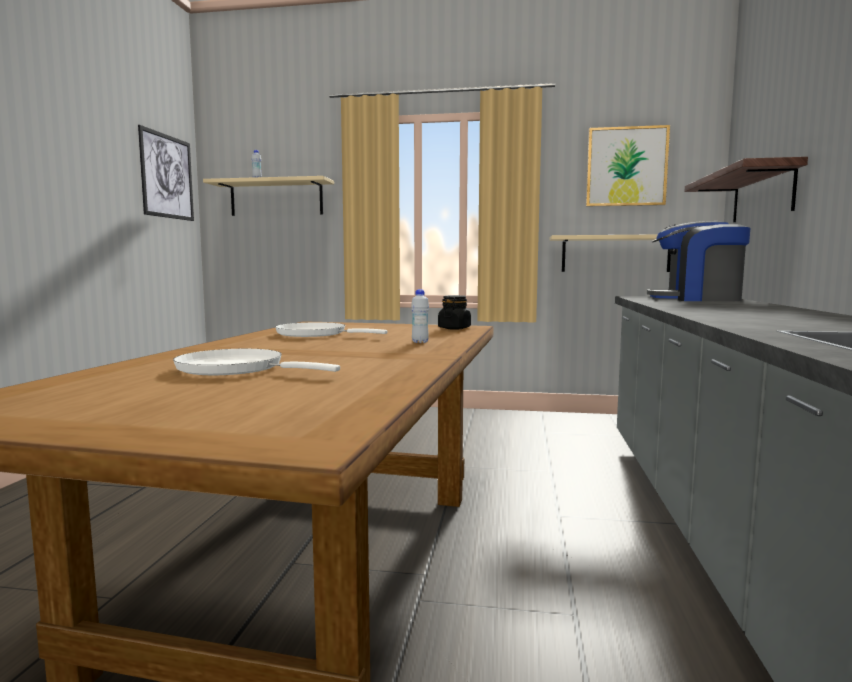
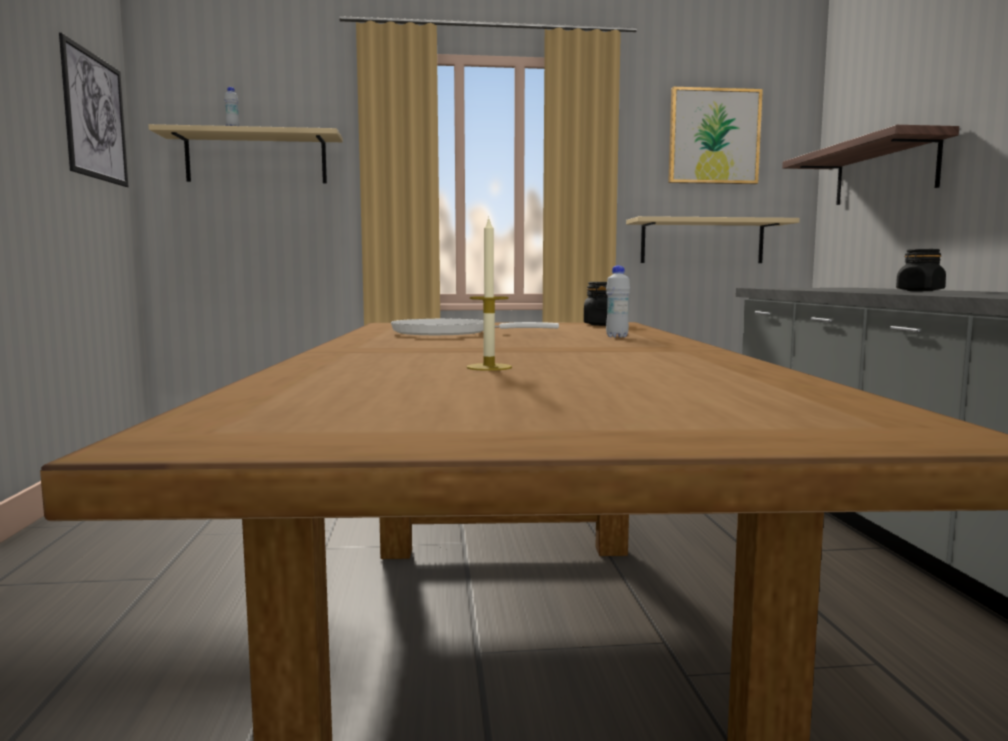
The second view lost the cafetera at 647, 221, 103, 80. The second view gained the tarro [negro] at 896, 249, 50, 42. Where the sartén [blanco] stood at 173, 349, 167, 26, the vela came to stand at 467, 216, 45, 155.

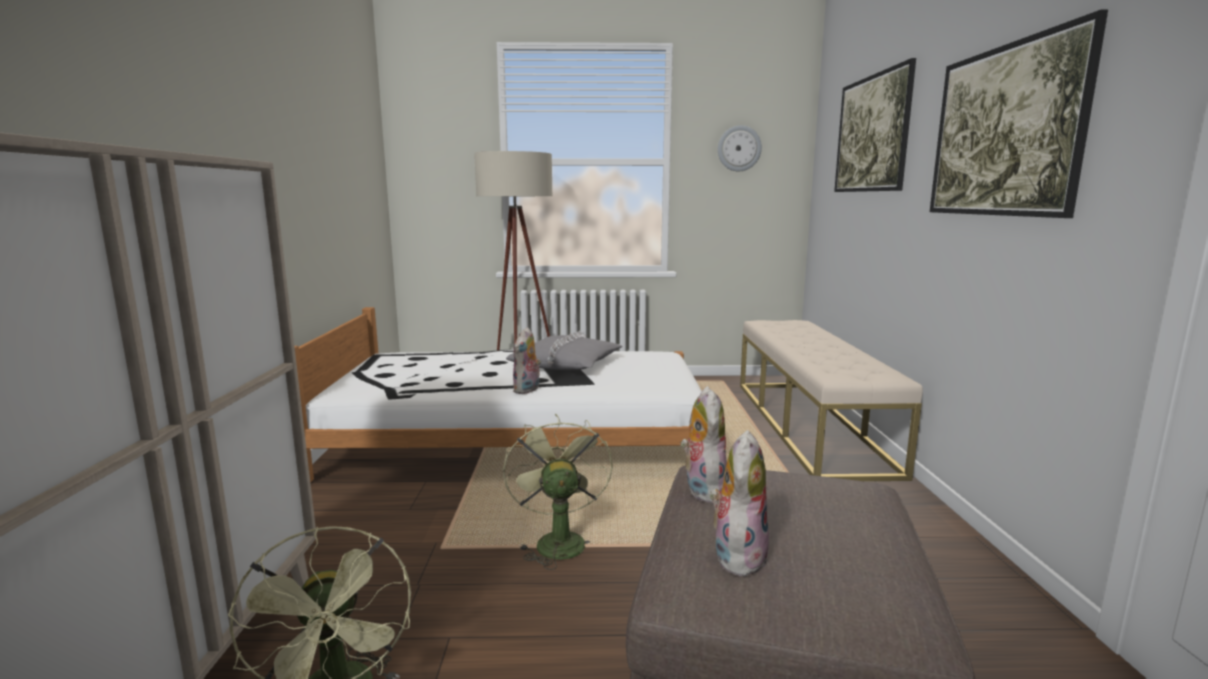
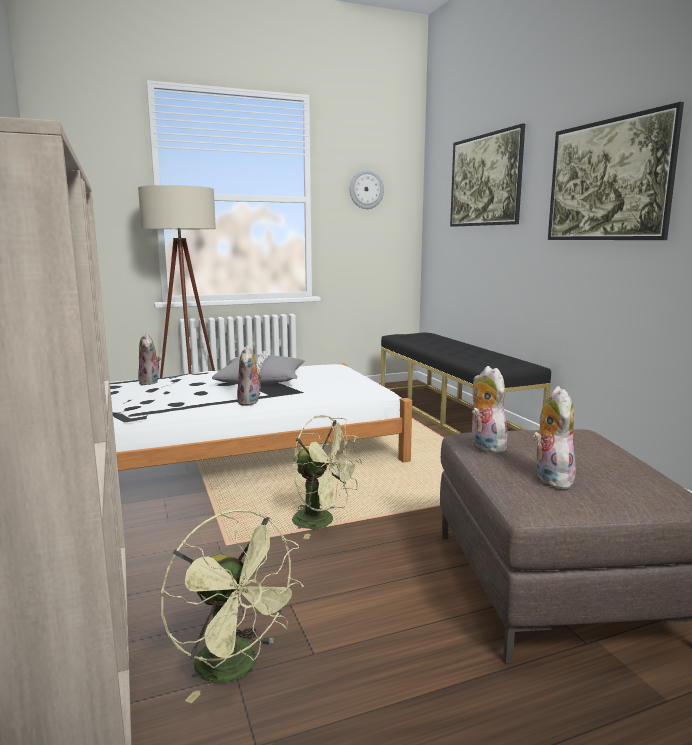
The second view gained the peluche at 138, 332, 23, 54. What was the banco [beis] at 740, 320, 183, 161 turned into the banco [negro] at 381, 333, 170, 101. The ventilador [verde] at 503, 414, 110, 156 ended up facing another way, 150 degrees clockwise from before.

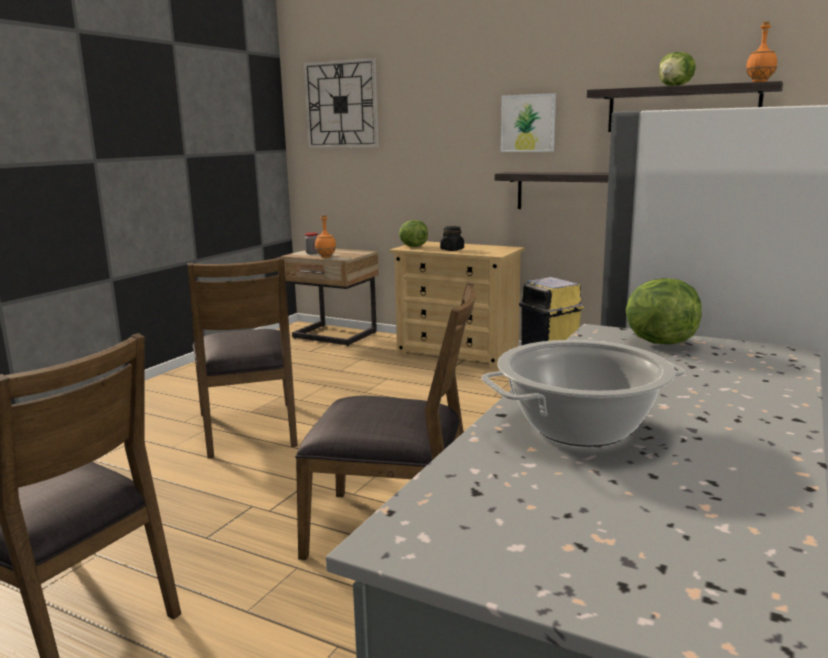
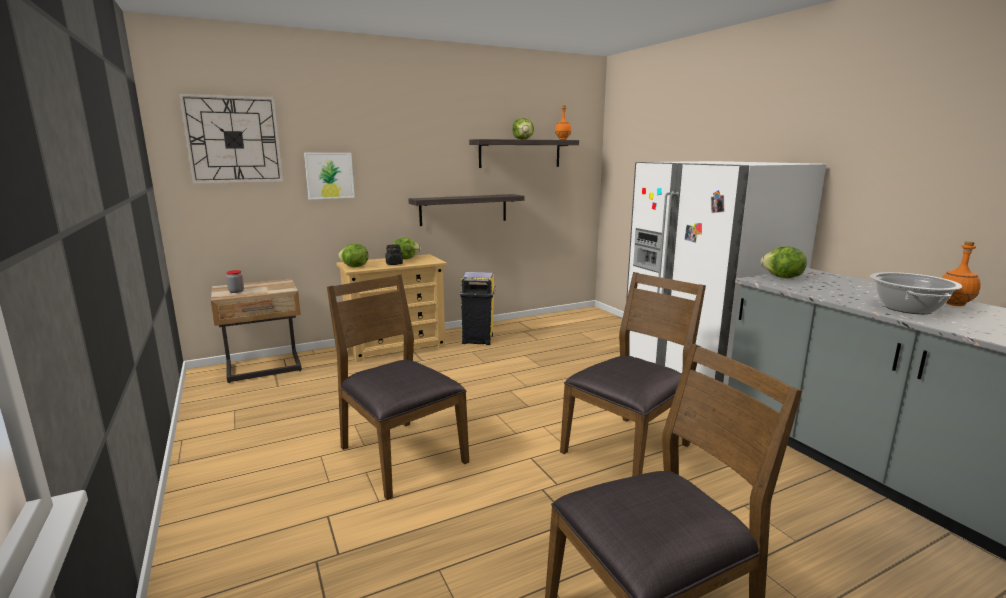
The second view gained the lechuga at 393, 238, 28, 21. The botella [naranja] ended up elsewhere, having gone from 315, 215, 21, 43 to 942, 241, 39, 65. The cuadro ended up elsewhere, having gone from 501, 93, 55, 59 to 304, 153, 51, 46. The silla [marrón] at 187, 257, 111, 201 ended up facing another way, 150 degrees counterclockwise from before.

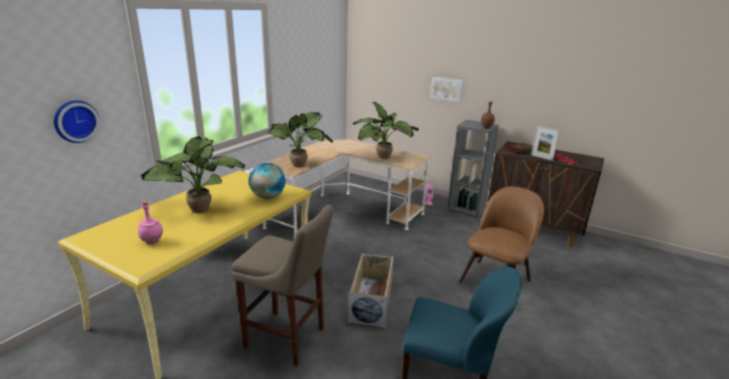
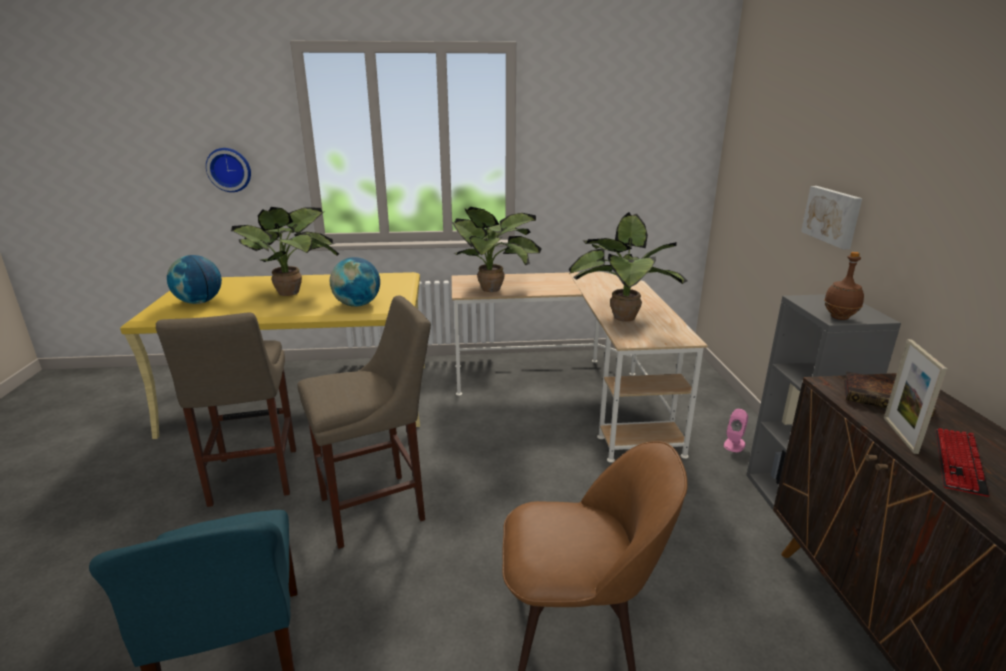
Where the botella [rosa] stood at 138, 201, 25, 43, the globo terráqueo came to stand at 167, 255, 55, 49. Where the caja de almacenaje [beis] stood at 348, 253, 46, 75, the taburete [beis] came to stand at 297, 295, 134, 254.

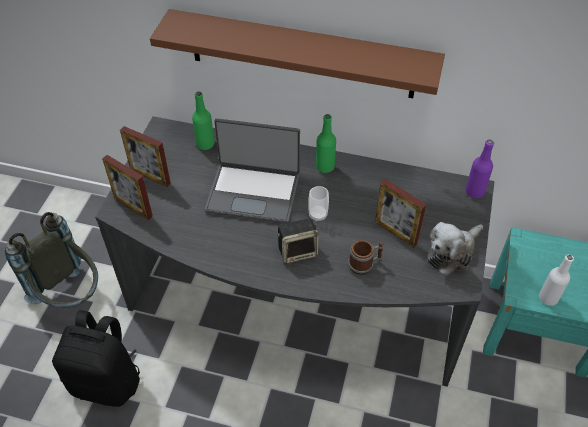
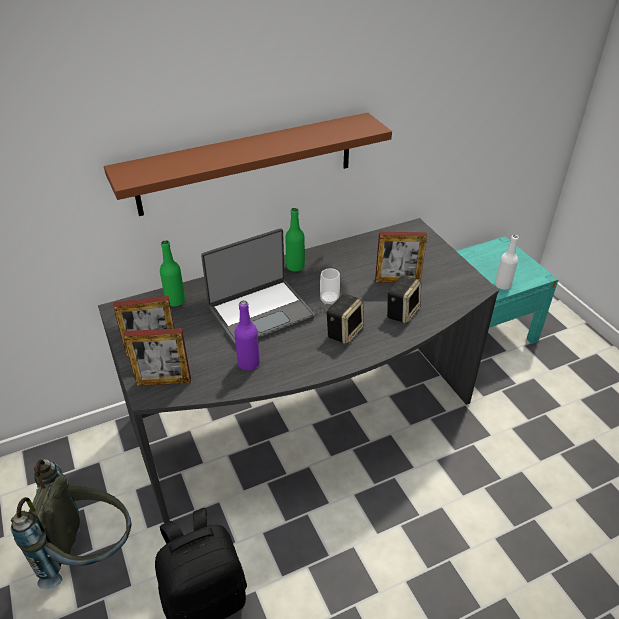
The second view lost the peluche at 427, 222, 56, 54. The botella [morado] ended up elsewhere, having gone from 465, 139, 29, 59 to 234, 301, 26, 70. Where the taza grande stood at 348, 240, 36, 35, the altavoz came to stand at 387, 275, 34, 49.

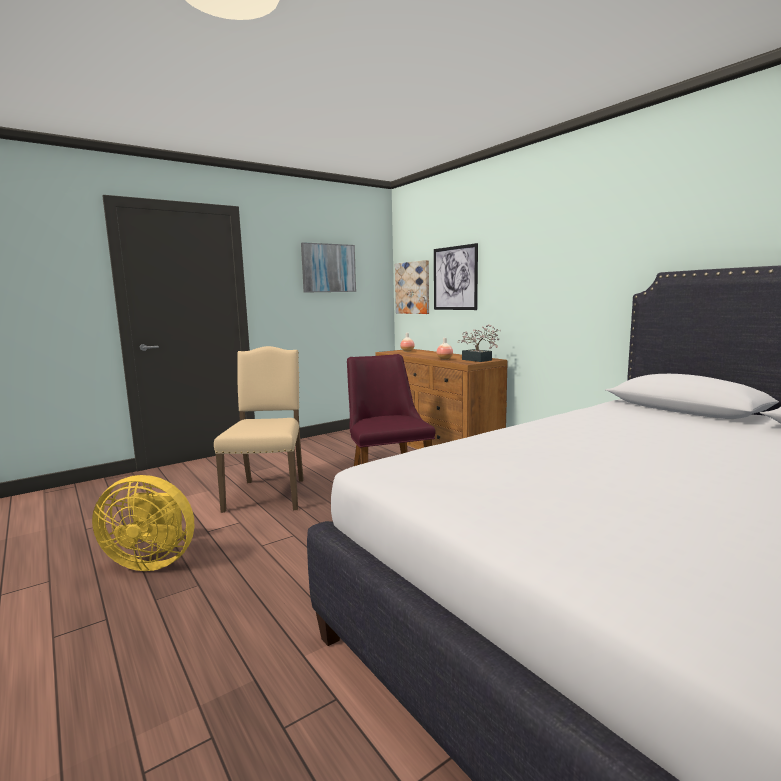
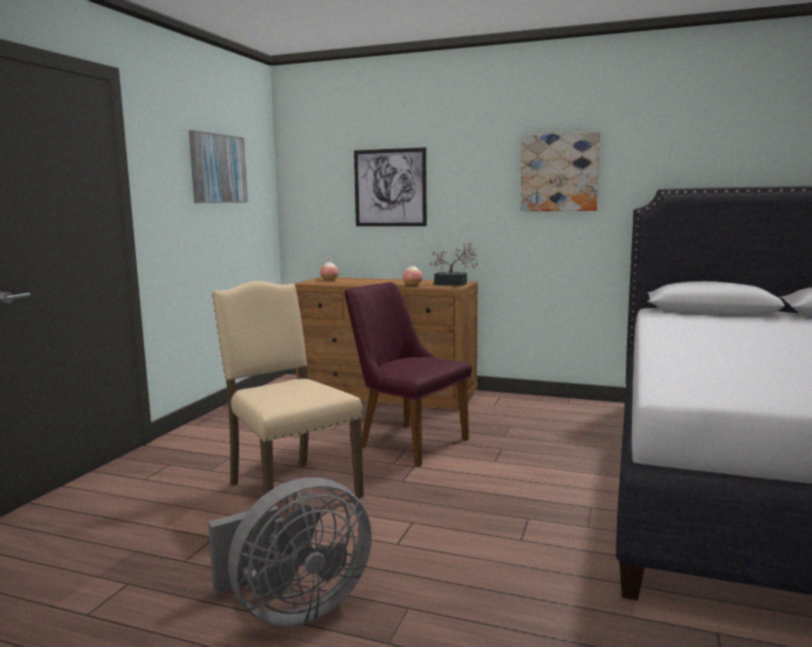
The cuadro ended up elsewhere, having gone from 395, 260, 34, 54 to 520, 132, 80, 79. What was the ventilador [amarillo] at 92, 475, 102, 96 turned into the ventilador [gris] at 208, 477, 164, 150.

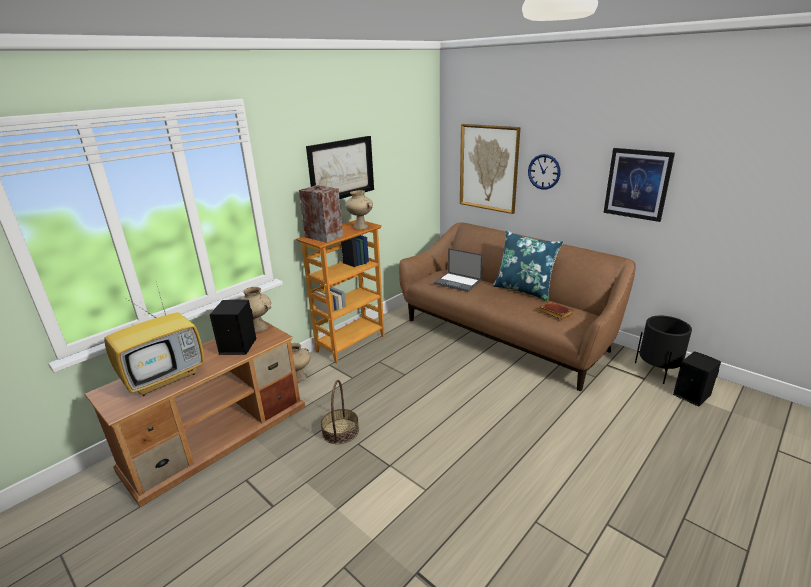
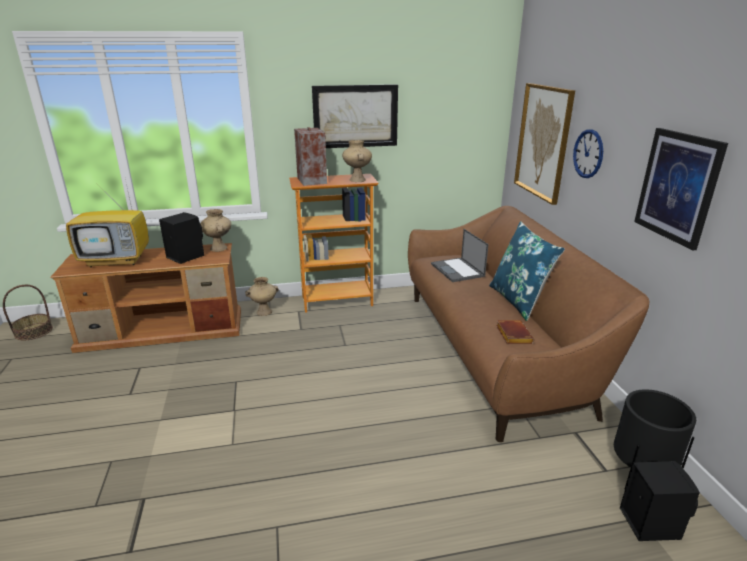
The cesta ended up elsewhere, having gone from 321, 380, 38, 64 to 3, 285, 50, 55.

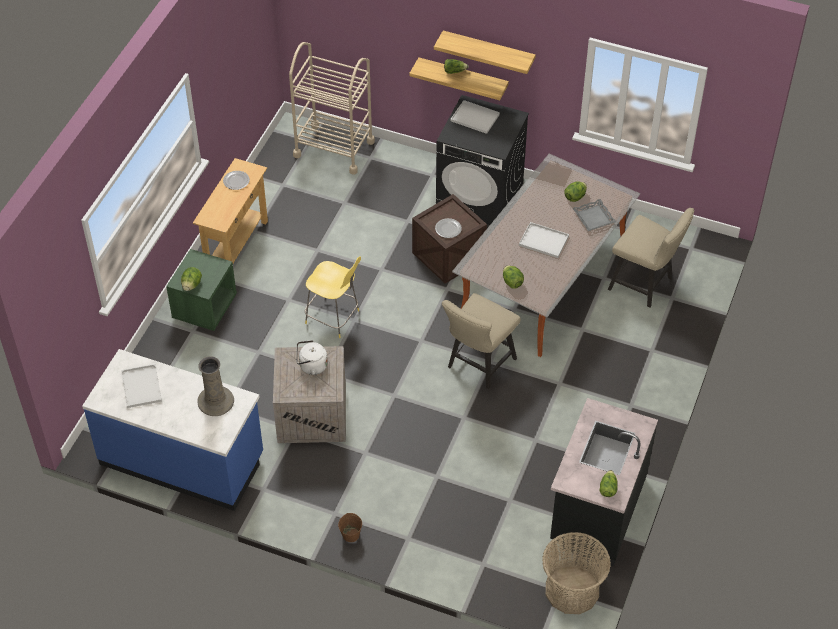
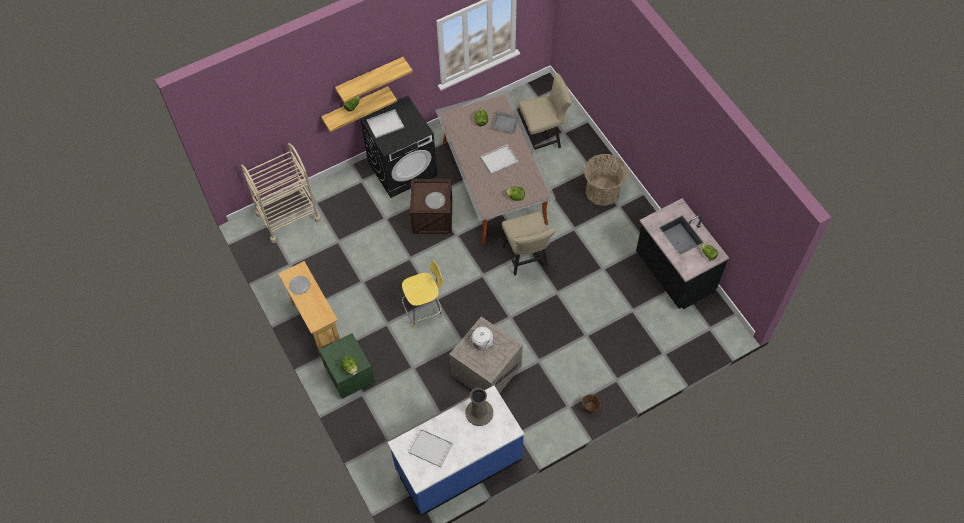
The cesta ended up elsewhere, having gone from 542, 532, 69, 82 to 584, 154, 43, 52.

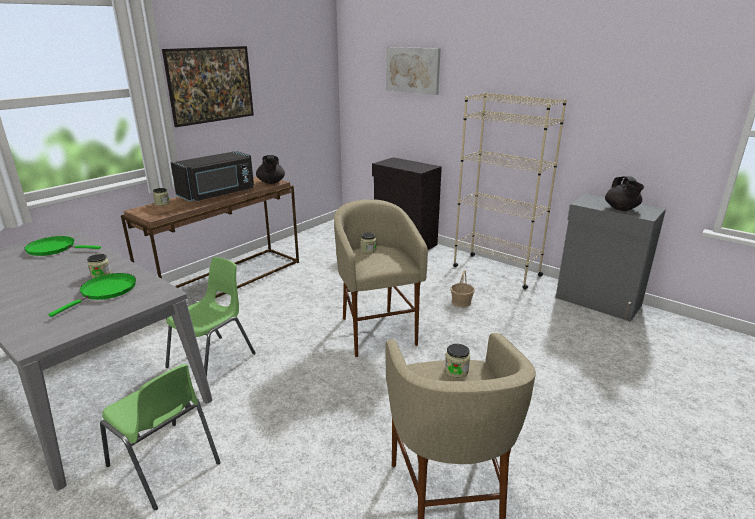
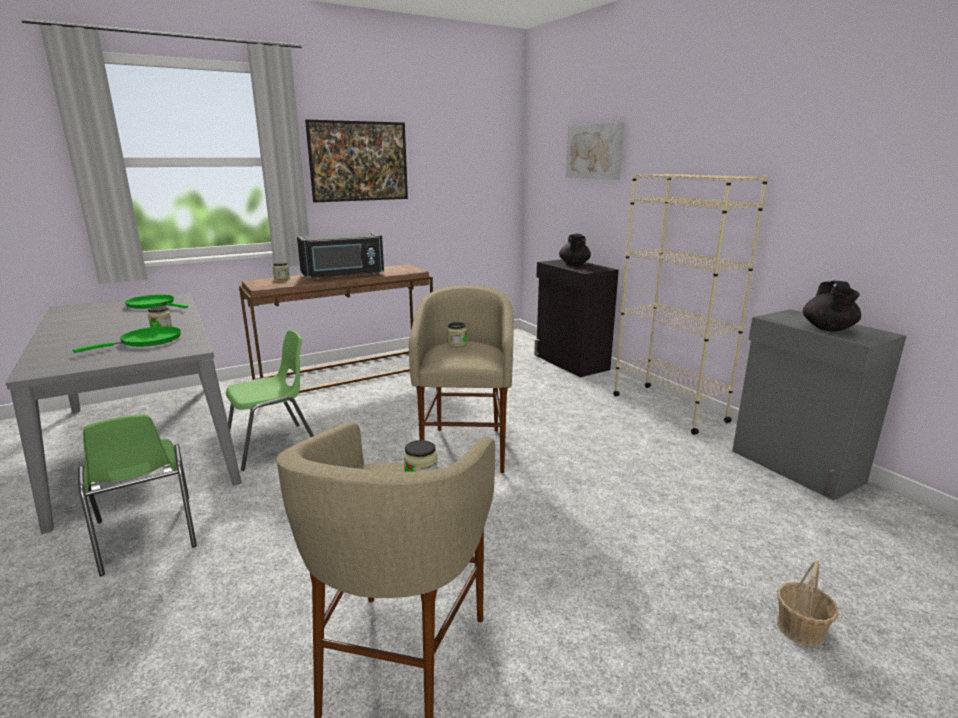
The tetera [negro] ended up elsewhere, having gone from 256, 155, 29, 29 to 559, 234, 32, 31. The cesta ended up elsewhere, having gone from 450, 270, 25, 37 to 777, 560, 62, 86.

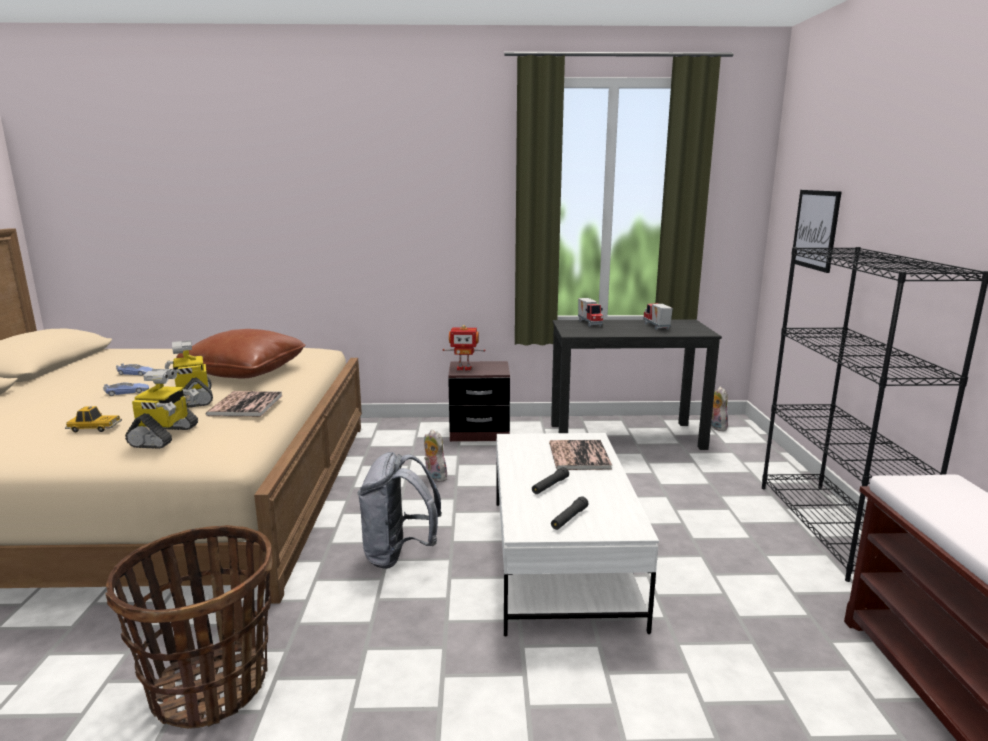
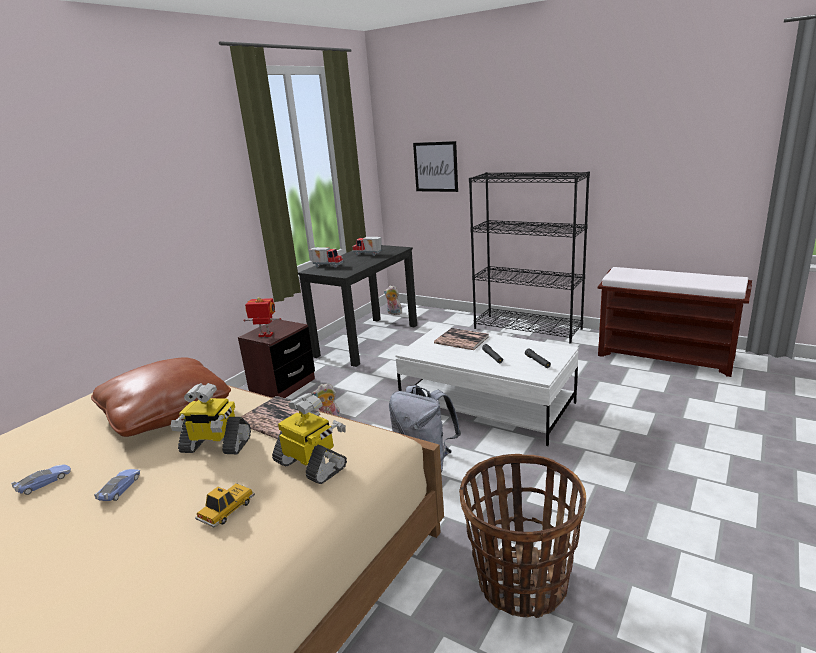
The robot de juguete at 443, 325, 43, 45 ended up facing another way, 120 degrees counterclockwise from before.

